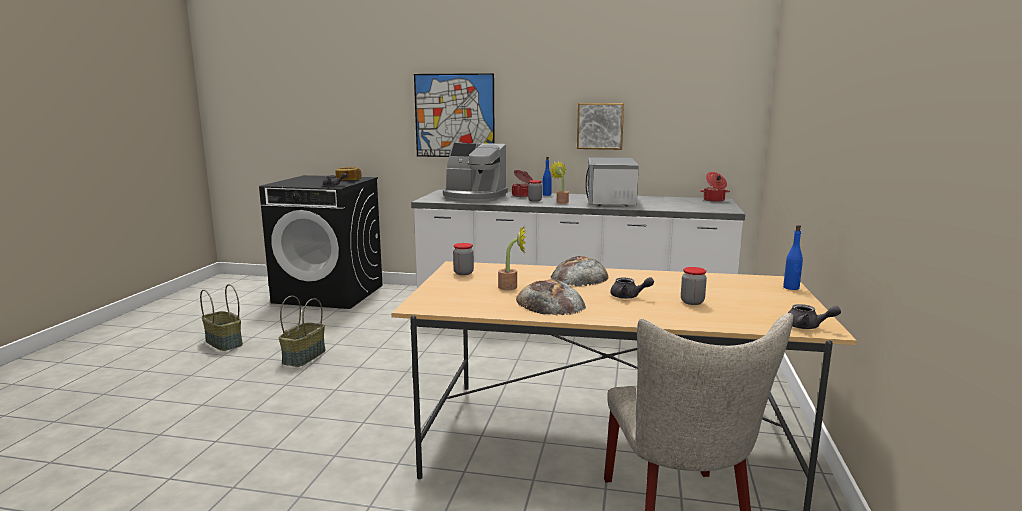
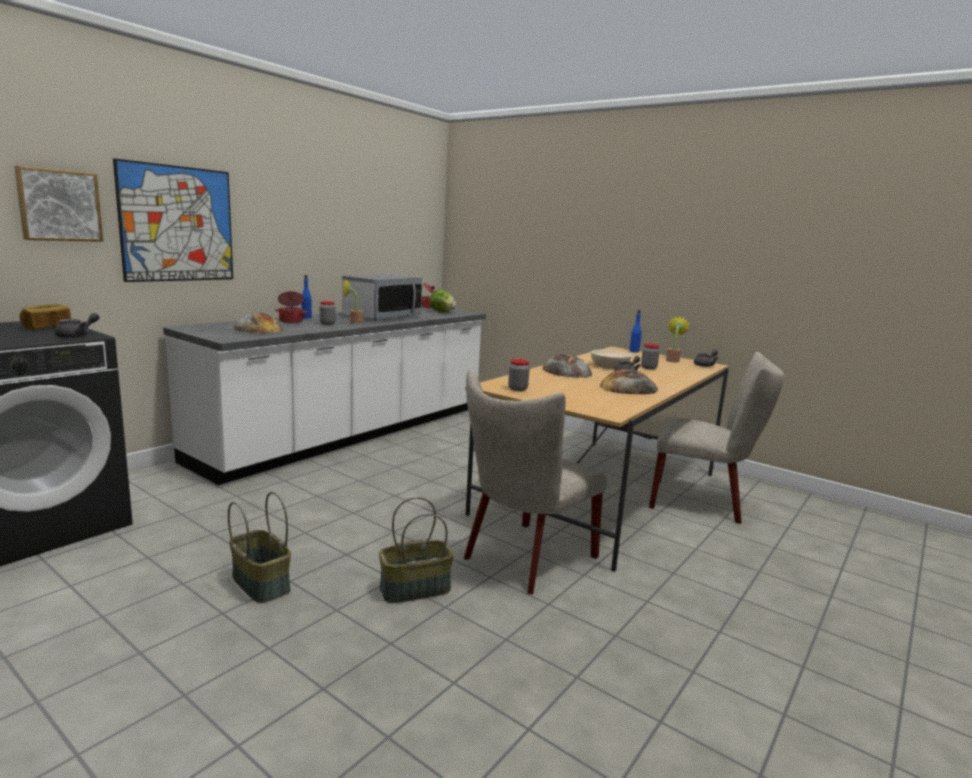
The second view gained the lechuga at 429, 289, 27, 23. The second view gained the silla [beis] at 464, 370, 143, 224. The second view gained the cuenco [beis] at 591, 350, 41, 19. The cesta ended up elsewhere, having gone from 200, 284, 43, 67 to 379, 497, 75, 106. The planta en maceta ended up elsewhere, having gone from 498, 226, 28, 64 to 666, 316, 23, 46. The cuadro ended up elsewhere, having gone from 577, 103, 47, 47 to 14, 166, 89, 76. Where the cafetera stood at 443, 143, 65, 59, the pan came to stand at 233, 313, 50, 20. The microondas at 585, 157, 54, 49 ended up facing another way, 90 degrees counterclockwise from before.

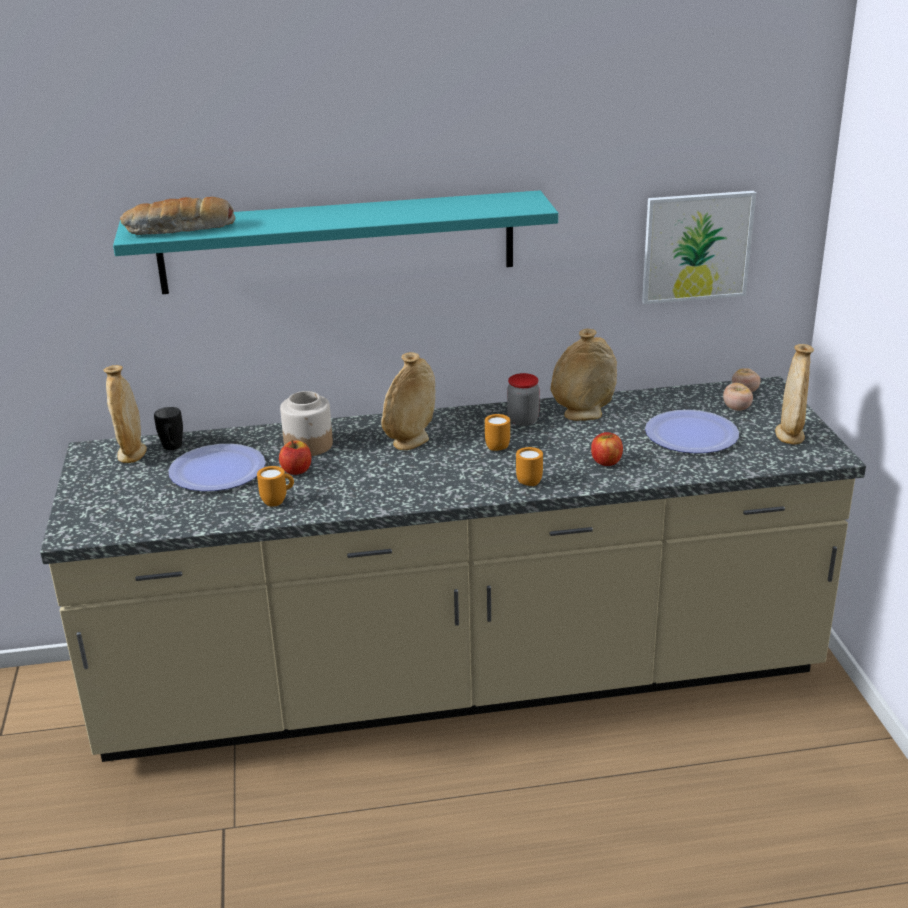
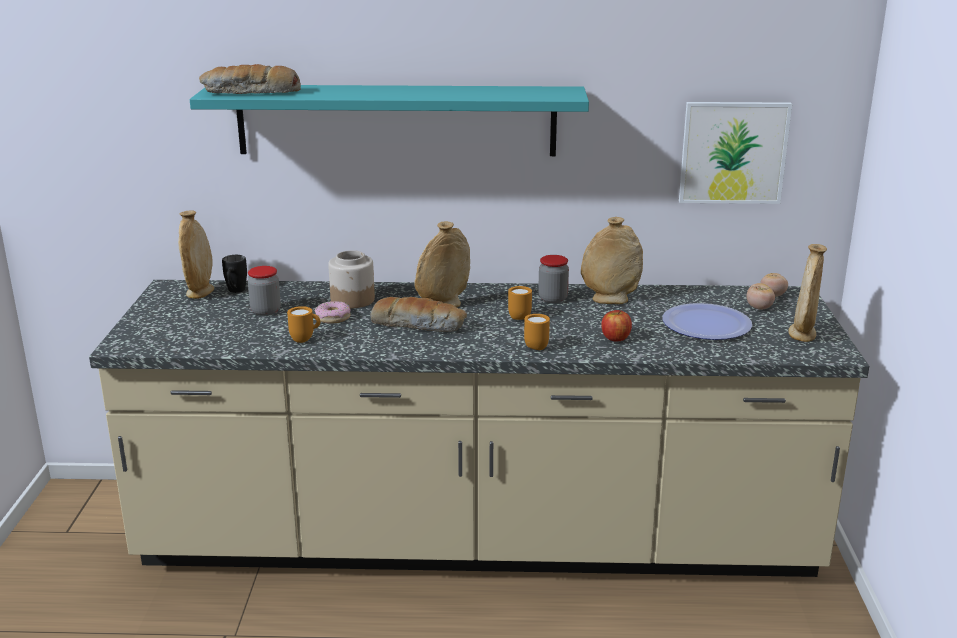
The second view gained the pan at 371, 297, 96, 35. Where the plato stood at 168, 444, 98, 47, the tarro came to stand at 248, 266, 33, 50. Where the manzana stood at 279, 440, 32, 35, the rosquilla came to stand at 315, 301, 36, 23.

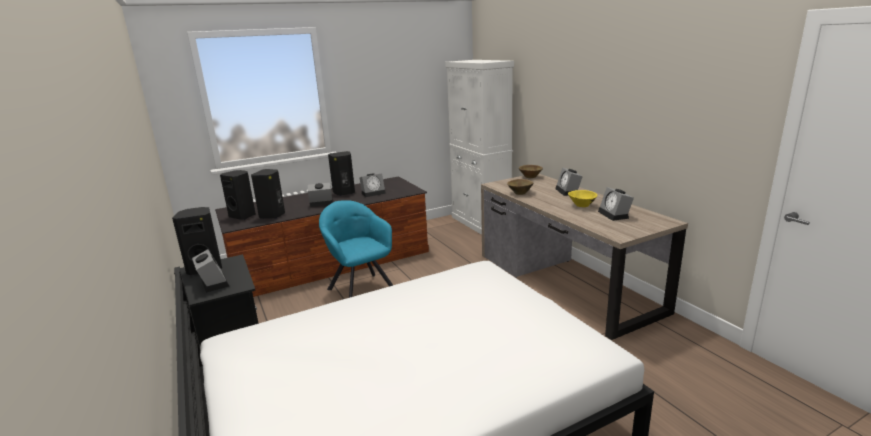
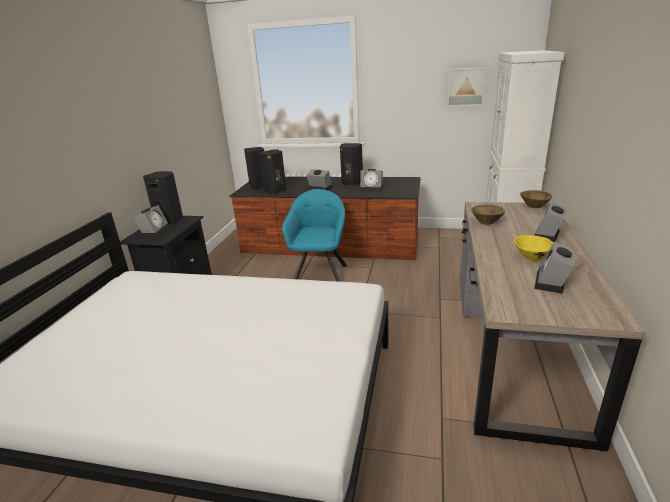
The second view gained the cuadro at 447, 67, 39, 40.

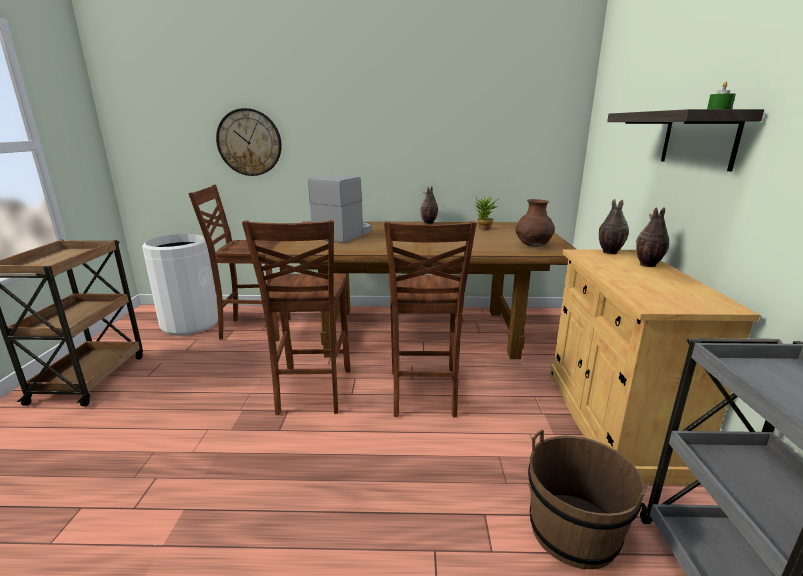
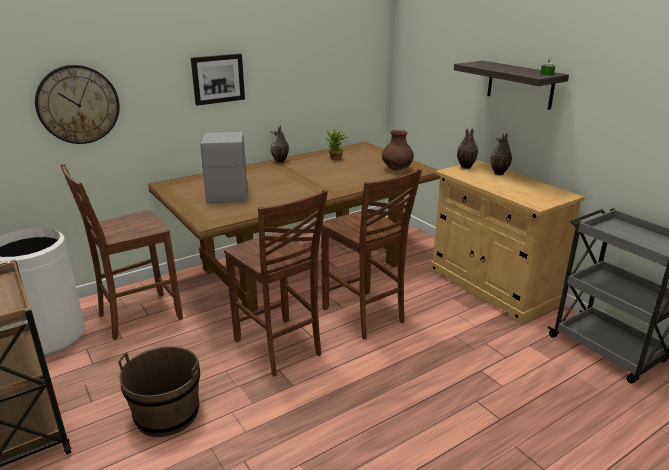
The second view gained the cuadro at 191, 54, 54, 52. The cubo [marrón] ended up elsewhere, having gone from 528, 429, 122, 140 to 118, 346, 82, 91.

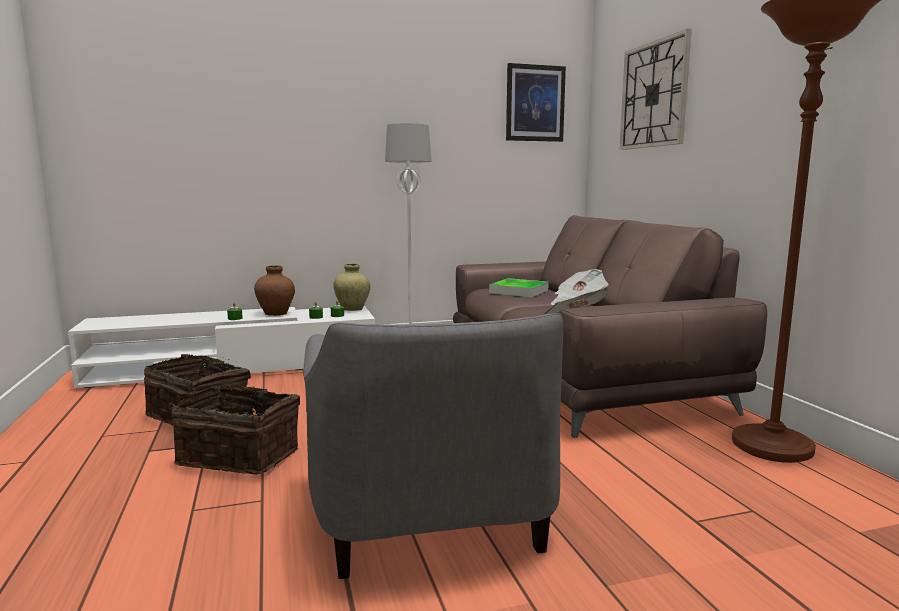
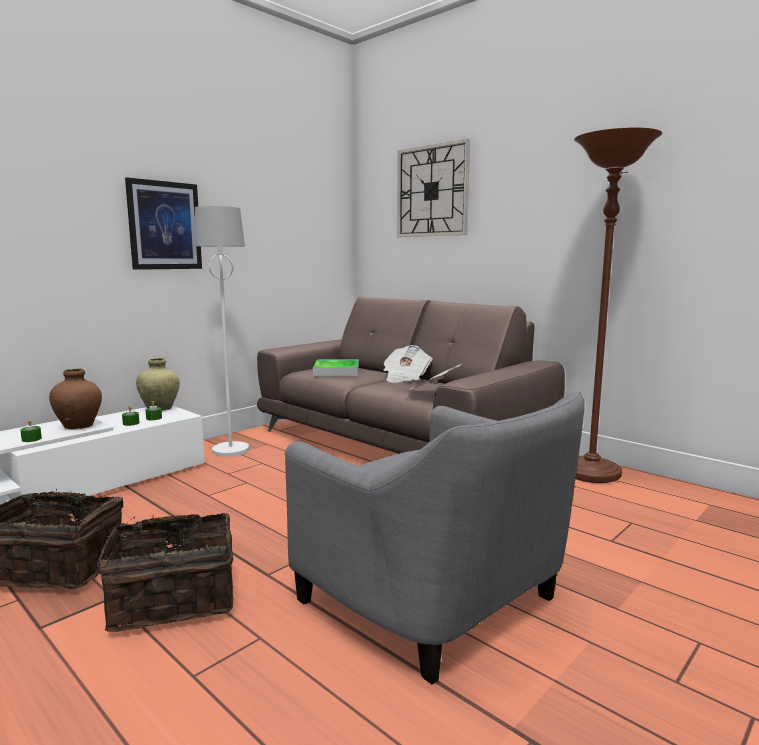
The cuadro ended up elsewhere, having gone from 506, 63, 60, 79 to 125, 177, 77, 93.

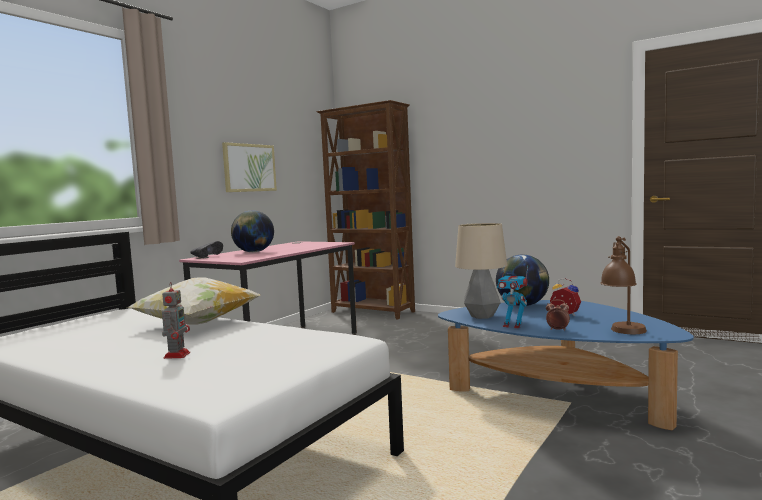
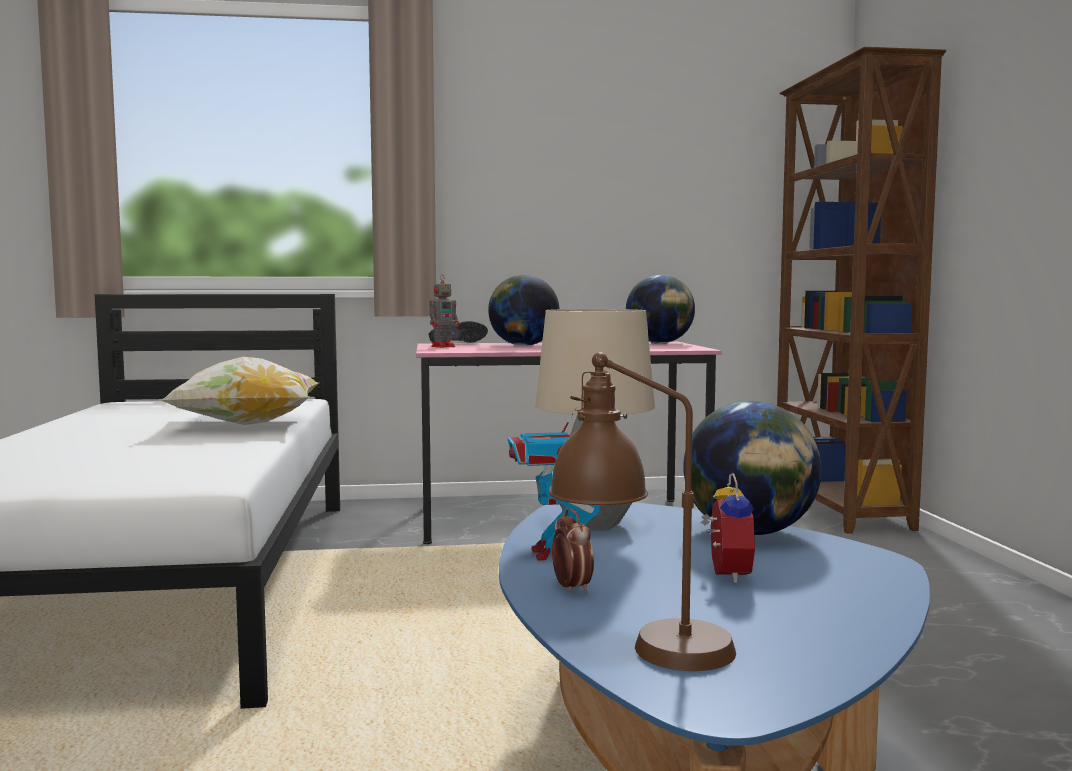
The second view lost the cuadro at 222, 142, 55, 50. The second view gained the globo terráqueo at 626, 275, 69, 68. The robot de juguete ended up elsewhere, having gone from 162, 282, 28, 77 to 429, 274, 30, 74.

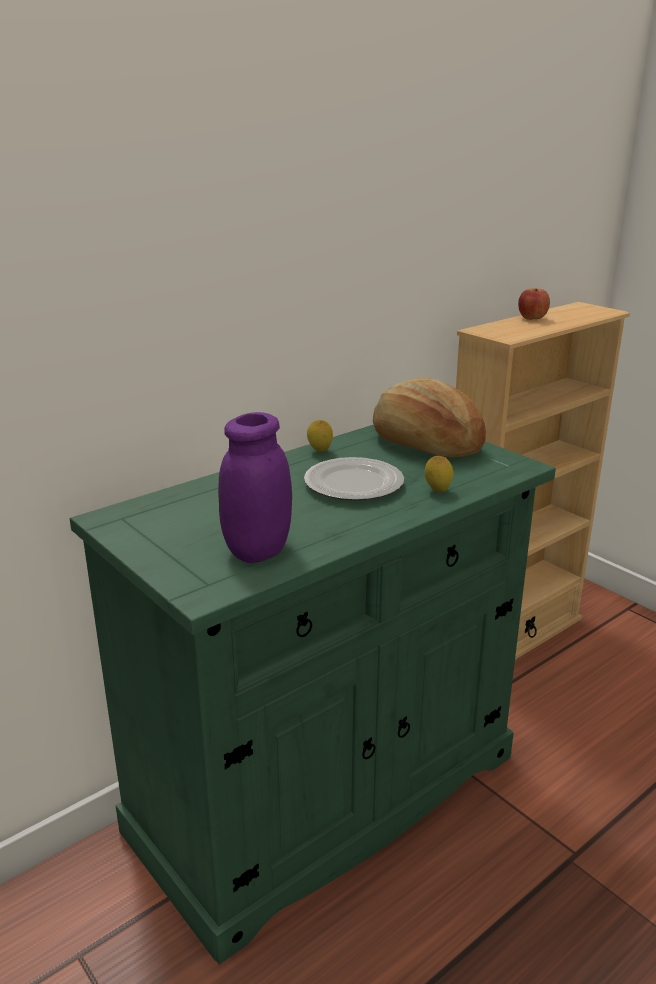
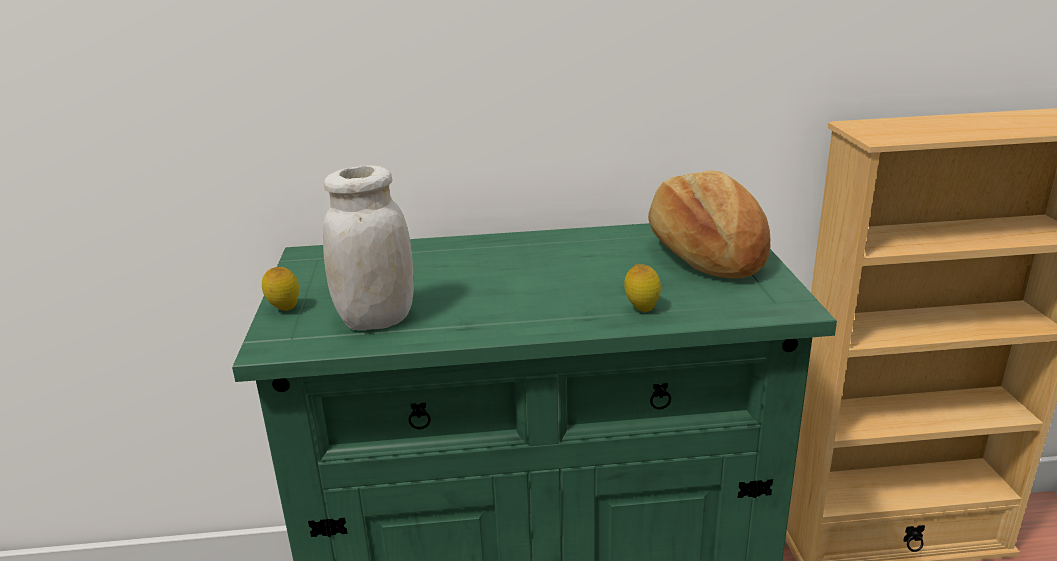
The second view lost the plato at 304, 457, 100, 43. The second view lost the manzana at 518, 288, 32, 32. The limón ended up elsewhere, having gone from 307, 420, 26, 32 to 262, 267, 37, 44. What was the tarro [morado] at 218, 412, 74, 151 turned into the tarro [blanco] at 323, 165, 91, 165.

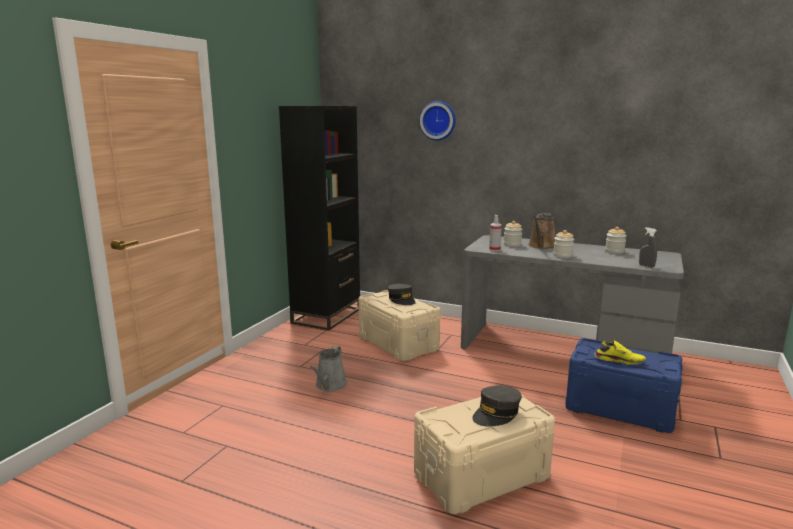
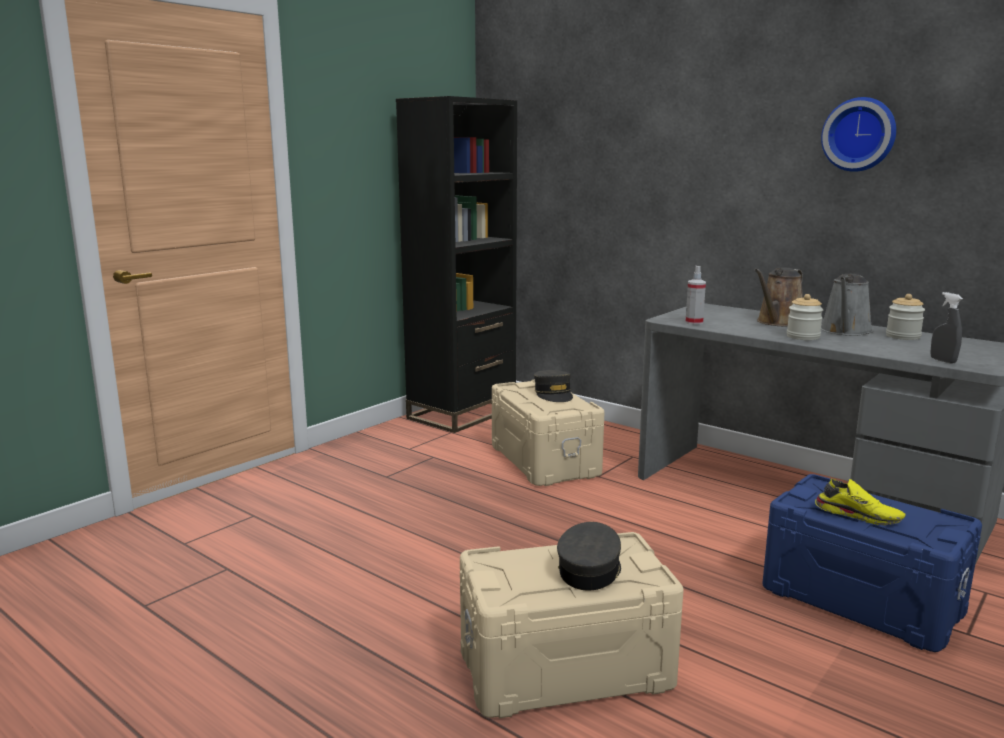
The second view lost the tarro at 504, 221, 18, 25. The regadera [gris] ended up elsewhere, having gone from 310, 346, 38, 46 to 821, 274, 52, 62. The reloj de pared ended up elsewhere, having gone from 420, 101, 36, 40 to 821, 97, 75, 75. The gorra [gris] at 472, 385, 50, 41 ended up facing another way, 135 degrees clockwise from before.

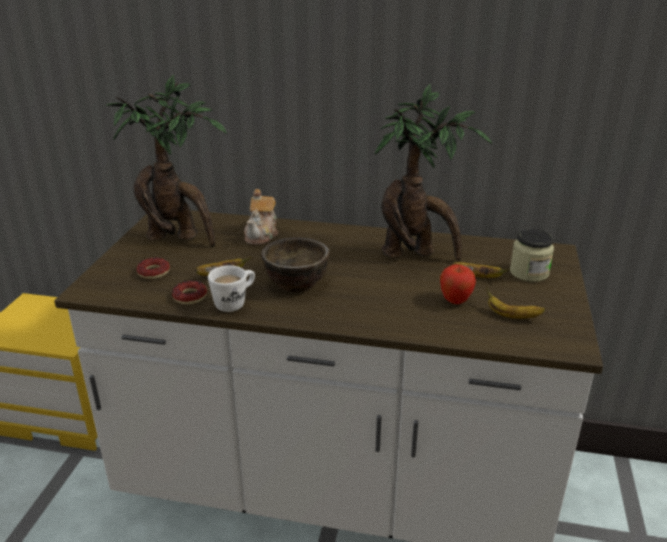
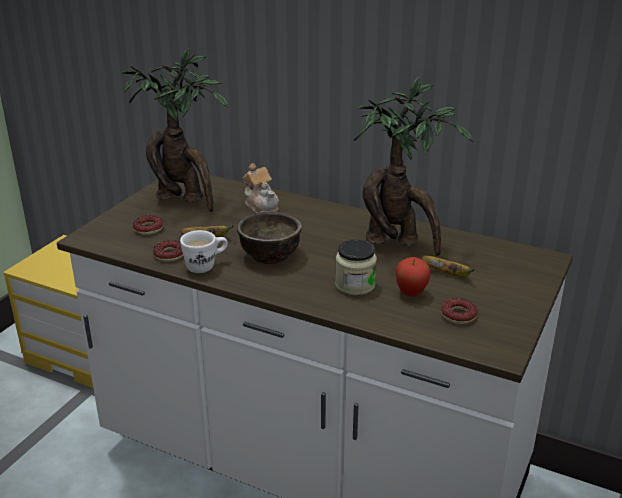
The tarro ended up elsewhere, having gone from 510, 229, 44, 53 to 335, 239, 42, 56. Where the plátano stood at 486, 287, 60, 32, the rosquilla came to stand at 441, 298, 37, 26. The tetera at 244, 189, 35, 56 ended up facing another way, 60 degrees counterclockwise from before.

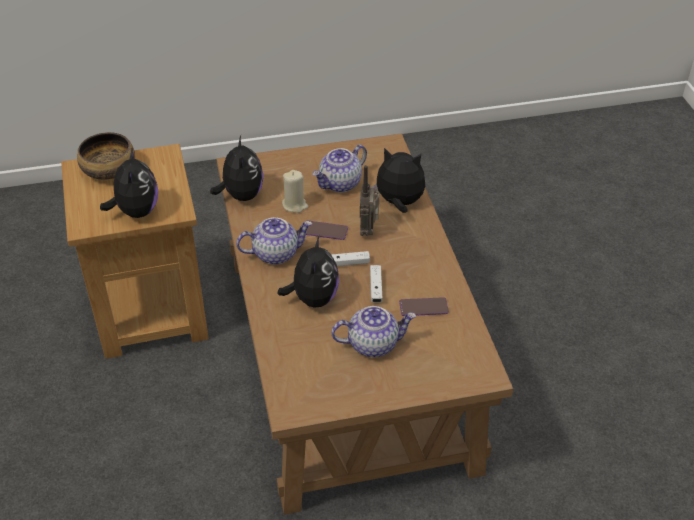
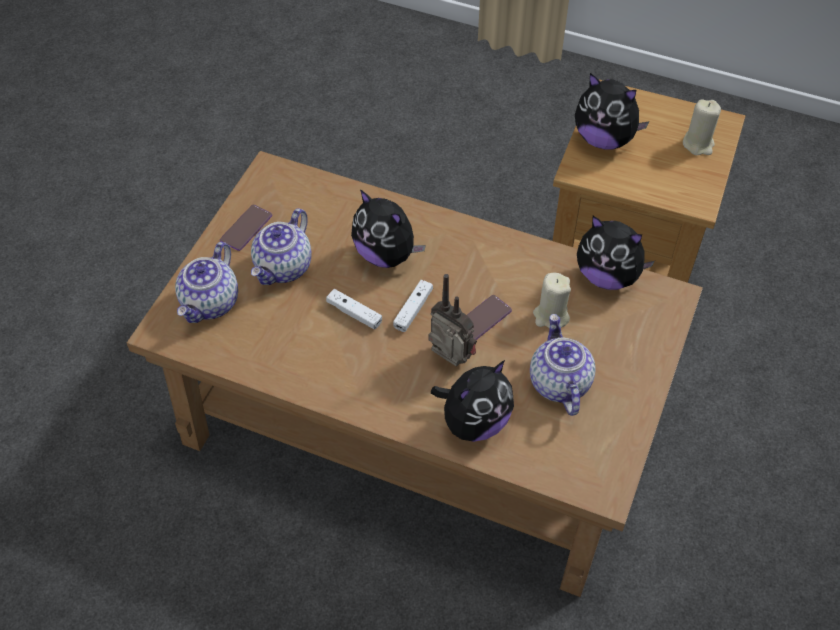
The tetera ended up elsewhere, having gone from 236, 217, 76, 48 to 175, 242, 63, 81. The móvil ended up elsewhere, having gone from 399, 297, 50, 19 to 220, 205, 52, 46. Where the cuenco stood at 77, 132, 58, 48, the vela [beis] came to stand at 683, 99, 38, 56.

